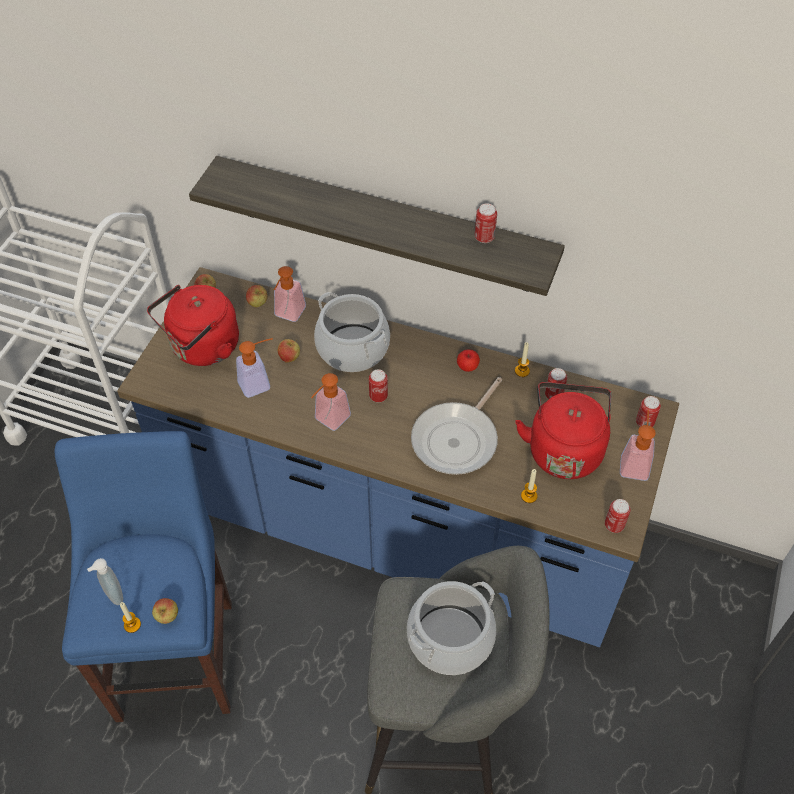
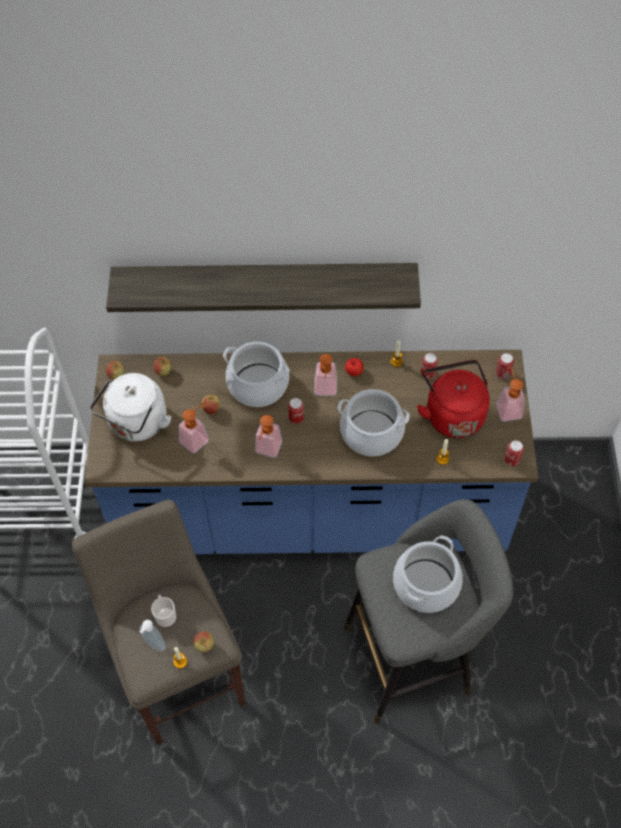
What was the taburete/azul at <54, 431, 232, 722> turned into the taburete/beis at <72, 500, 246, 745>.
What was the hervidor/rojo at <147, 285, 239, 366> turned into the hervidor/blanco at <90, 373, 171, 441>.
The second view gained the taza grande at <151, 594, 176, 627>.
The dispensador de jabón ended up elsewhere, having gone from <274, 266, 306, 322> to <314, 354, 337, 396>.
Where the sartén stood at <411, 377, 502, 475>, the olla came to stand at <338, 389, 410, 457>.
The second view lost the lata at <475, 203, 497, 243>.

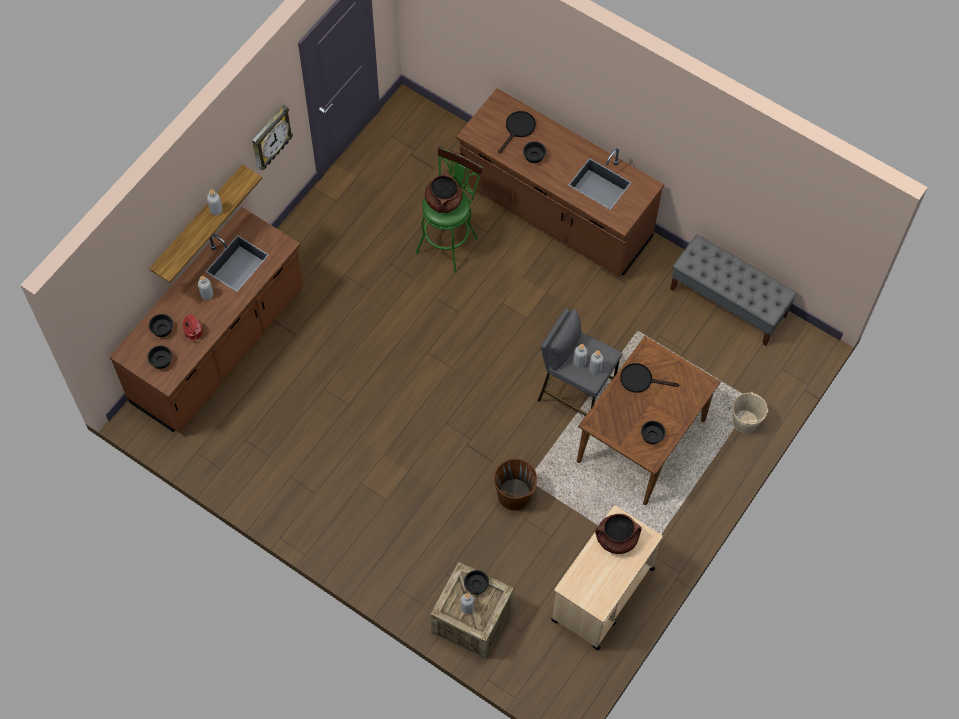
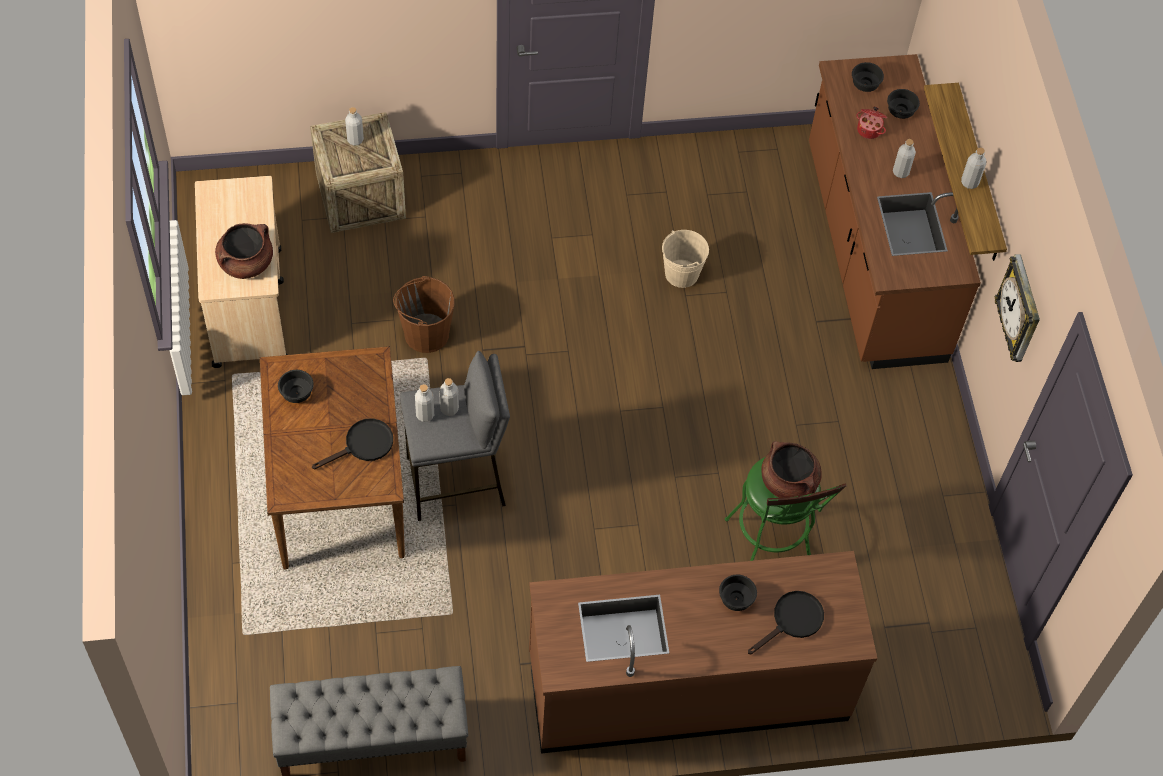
The cubo/beis ended up elsewhere, having gone from <733, 392, 768, 433> to <662, 230, 709, 288>.
The sartén/negro at <498, 111, 536, 154> ended up facing another way, 120 degrees counterclockwise from before.
The second view lost the cuenco/negro at <464, 570, 489, 595>.

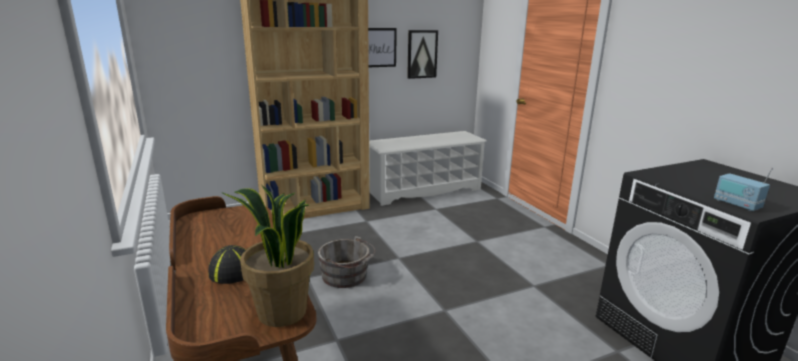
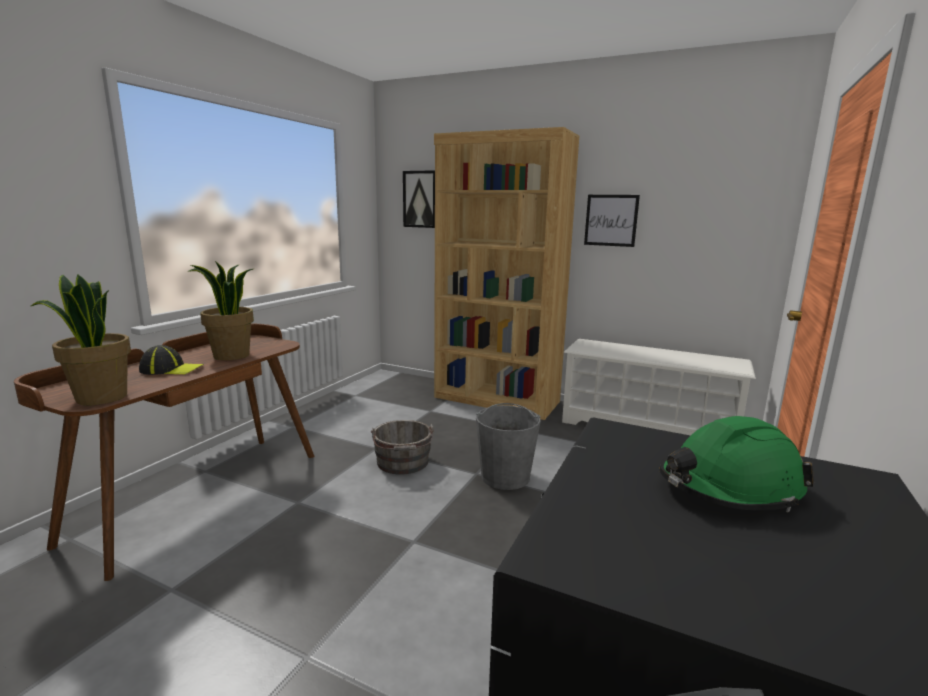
The second view gained the planta en maceta at <188, 261, 254, 360>.
The cuadro ended up elsewhere, having gone from <407, 30, 438, 79> to <403, 170, 435, 228>.
The second view gained the cubo/gris at <476, 403, 541, 490>.
The second view gained the casco/verde at <659, 416, 814, 512>.
The second view lost the radio at <714, 168, 773, 211>.

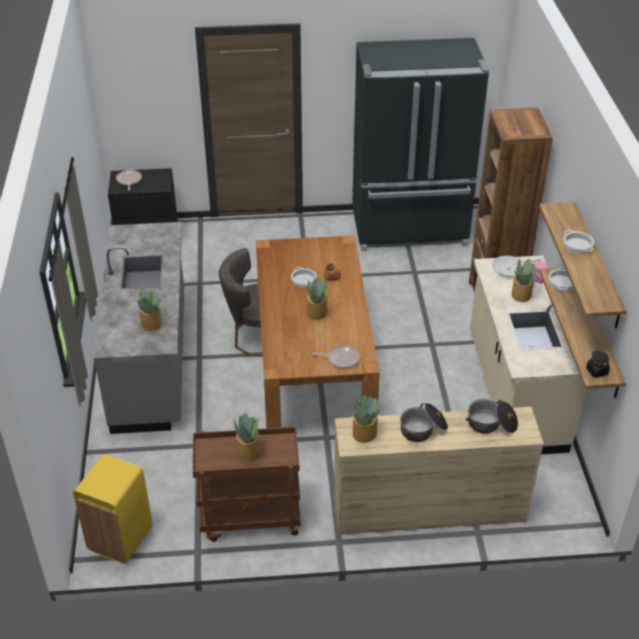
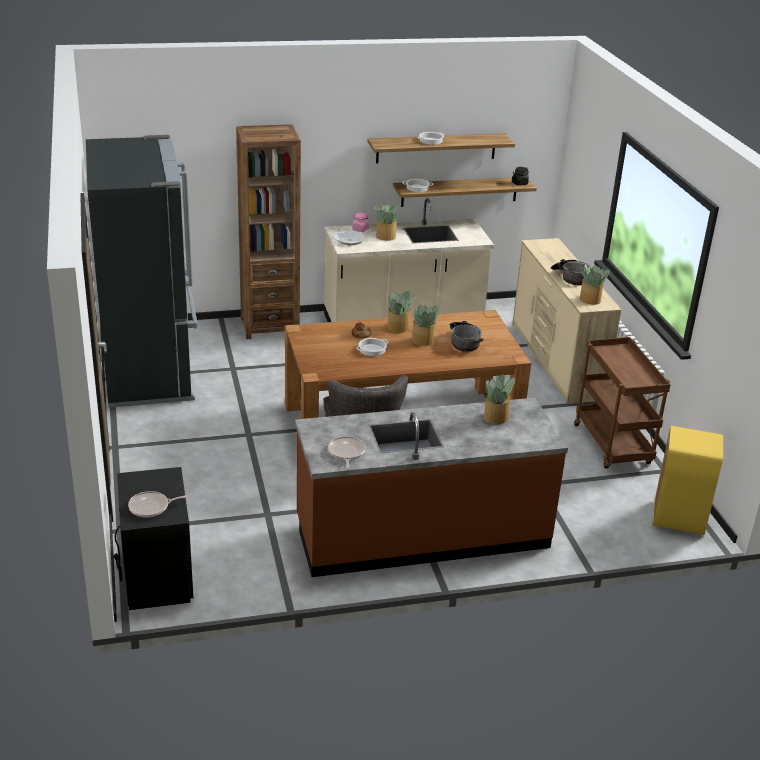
What was the mueble bajo de cocina/gris at <94, 222, 184, 434> turned into the mueble bajo de cocina/marrón at <295, 398, 568, 577>.
The sartén ended up elsewhere, having gone from <312, 345, 360, 368> to <328, 436, 366, 469>.
The planta en maceta ended up elsewhere, having gone from <233, 413, 260, 461> to <388, 291, 416, 333>.
The olla ended up elsewhere, having gone from <466, 399, 518, 434> to <449, 321, 484, 352>.

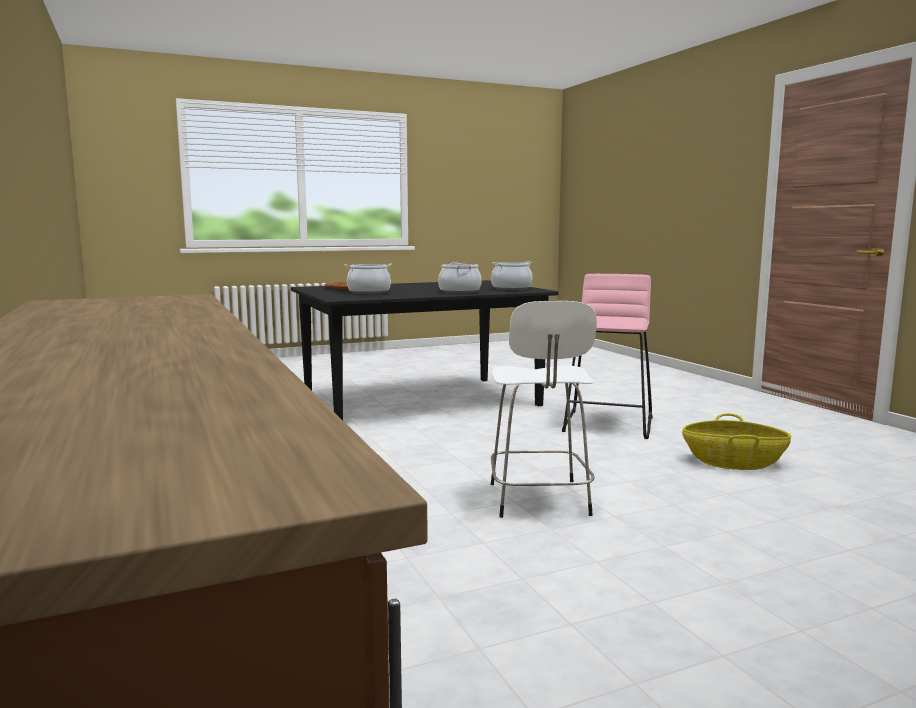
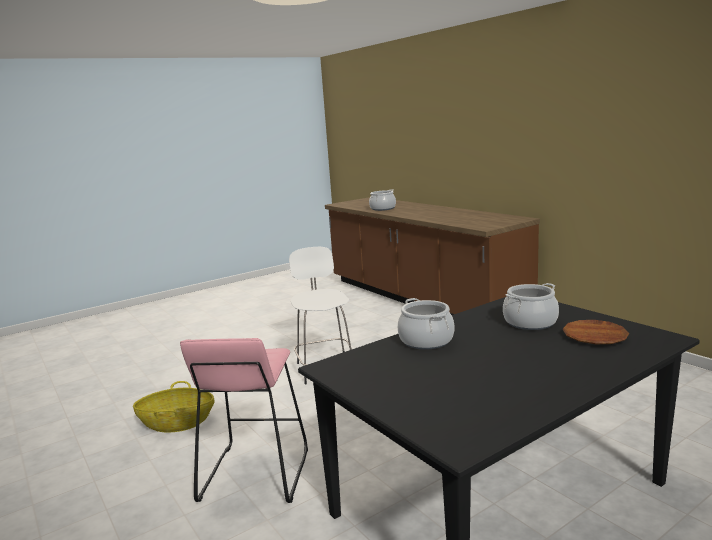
The olla ended up elsewhere, having gone from <491, 261, 532, 290> to <369, 189, 396, 211>.

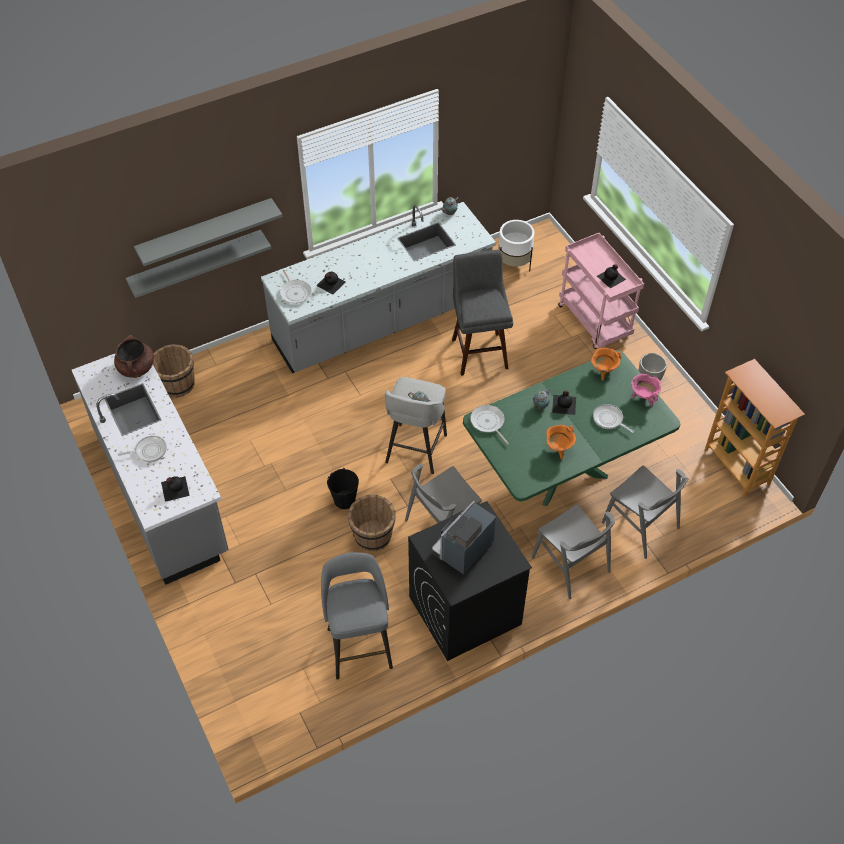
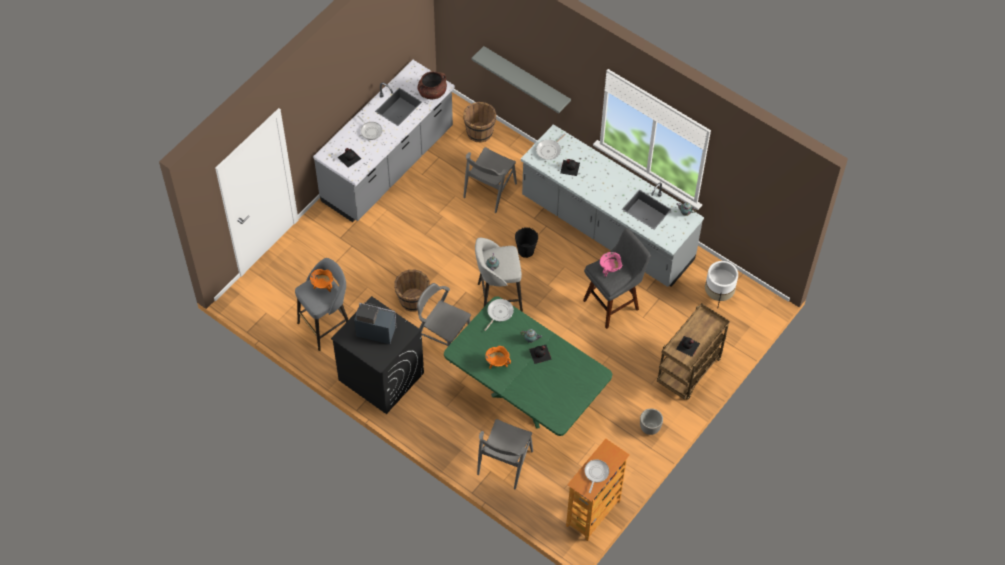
The olla/naranja ended up elsewhere, having gone from <591, 348, 621, 381> to <310, 269, 333, 292>.
The silla/gris ended up elsewhere, having gone from <532, 504, 615, 599> to <463, 147, 517, 213>.
The cubo/negro ended up elsewhere, having gone from <327, 468, 359, 509> to <515, 227, 538, 258>.
The sartén ended up elsewhere, having gone from <593, 404, 634, 433> to <584, 460, 609, 493>.
The olla/rosa ended up elsewhere, having gone from <631, 374, 661, 407> to <600, 252, 622, 277>.
What was the carrito/rosa at <558, 233, 644, 349> turned into the carrito/marrón at <657, 303, 730, 399>.
The second view lost the estante/gris at <134, 198, 282, 266>.

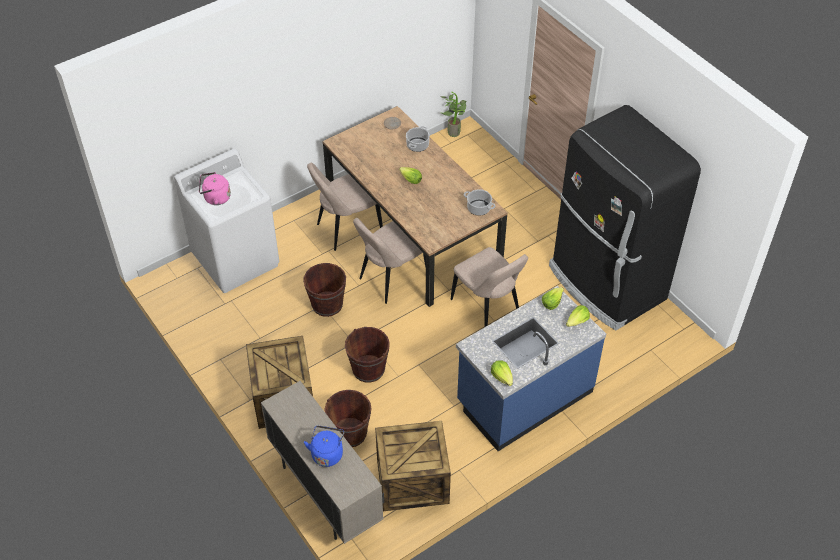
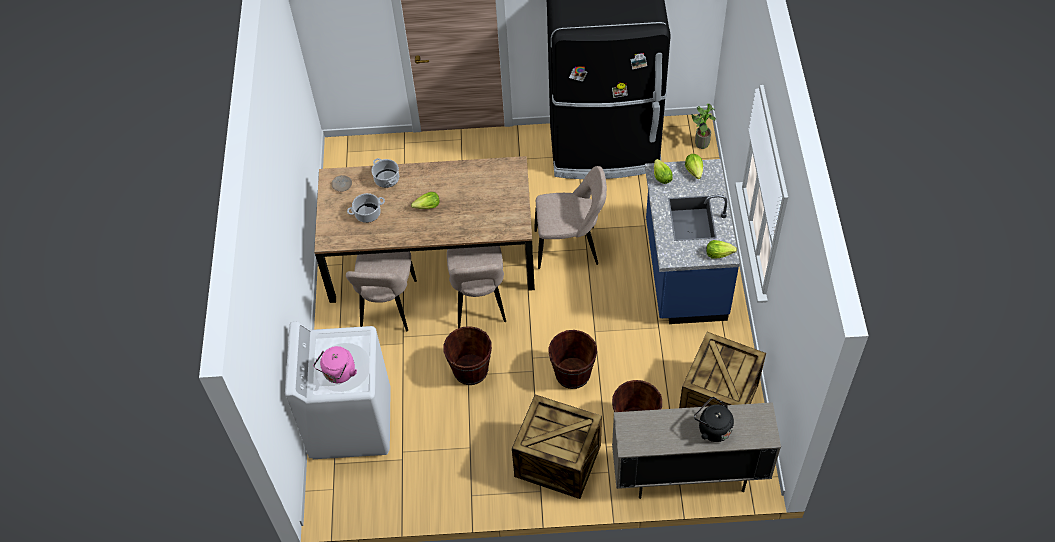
The olla ended up elsewhere, having gone from <464, 189, 495, 216> to <347, 193, 385, 223>.
The planta en maceta ended up elsewhere, having gone from <441, 92, 467, 137> to <691, 103, 716, 149>.
What was the hervidor/azul at <304, 426, 344, 467> turned into the hervidor/negro at <694, 397, 734, 442>.

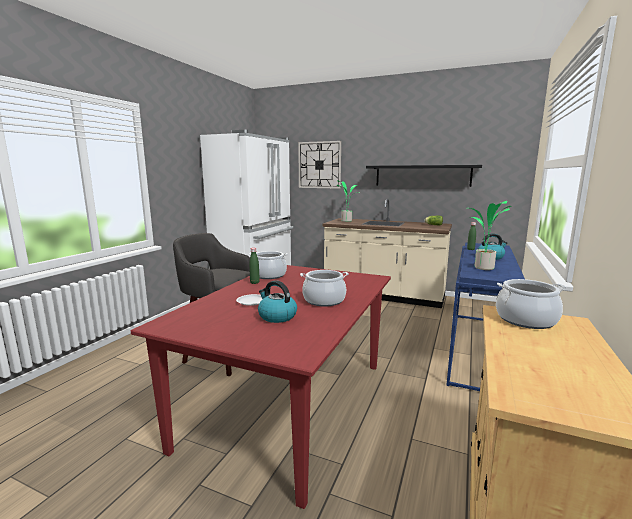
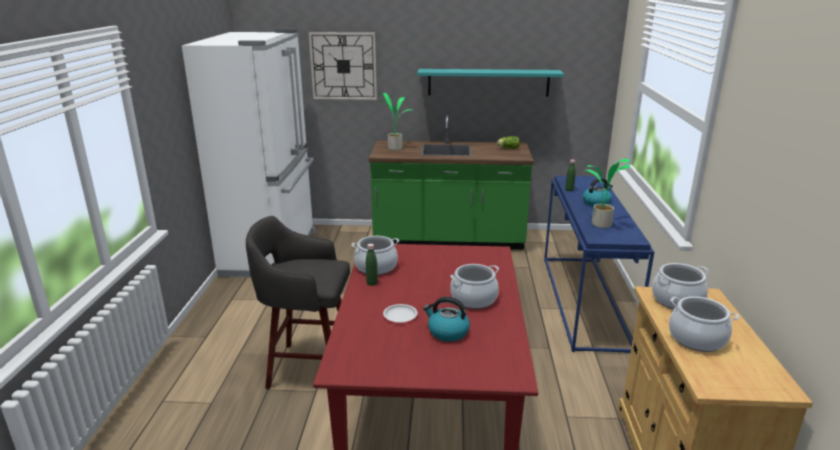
What was the mueble bajo de cocina/beis at <322, 199, 452, 308> turned into the mueble bajo de cocina/verde at <369, 115, 534, 250>.
What was the estante/negro at <366, 165, 482, 187> turned into the estante/turquesa at <417, 69, 564, 97>.
The second view gained the olla at <669, 296, 739, 352>.

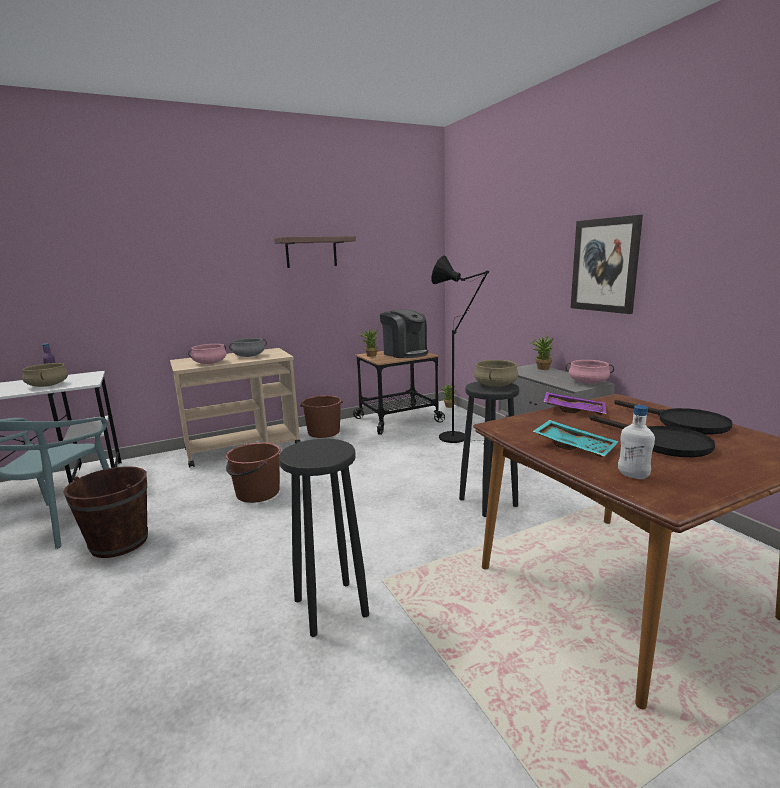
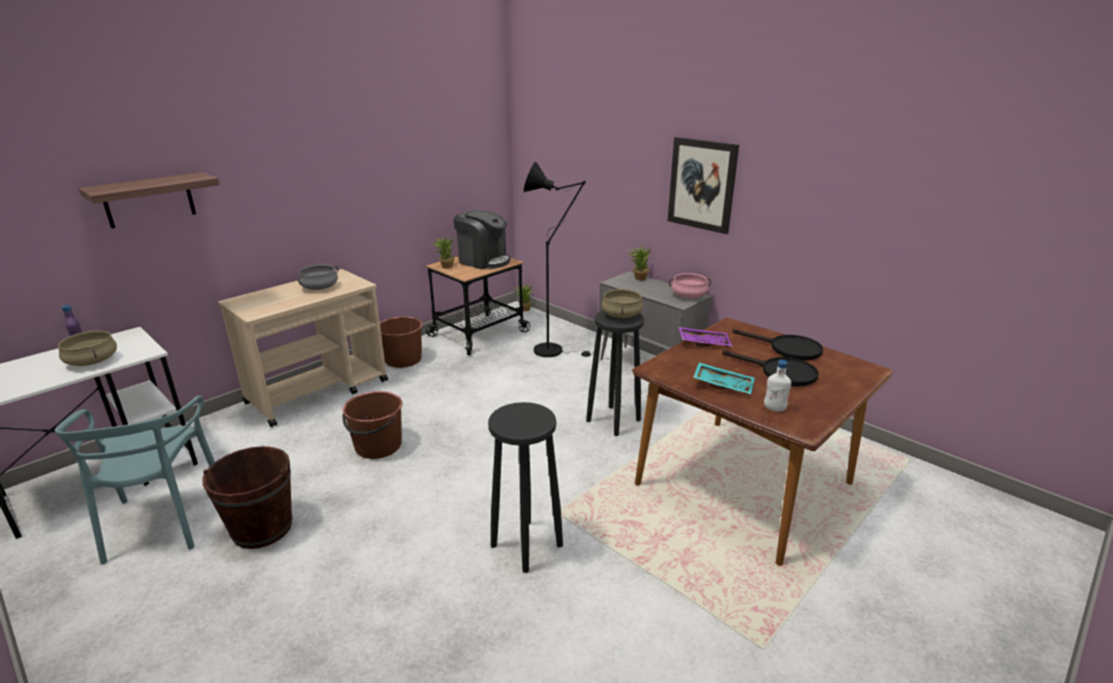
The estante ended up elsewhere, having gone from <274, 236, 356, 268> to <78, 172, 220, 229>.
The second view lost the olla/rosa at <188, 344, 226, 364>.

